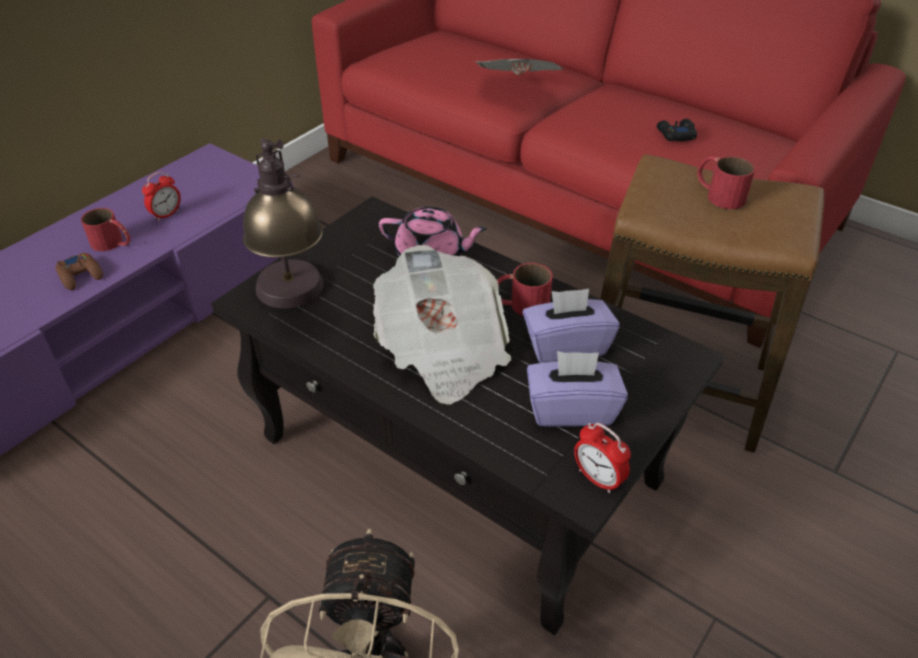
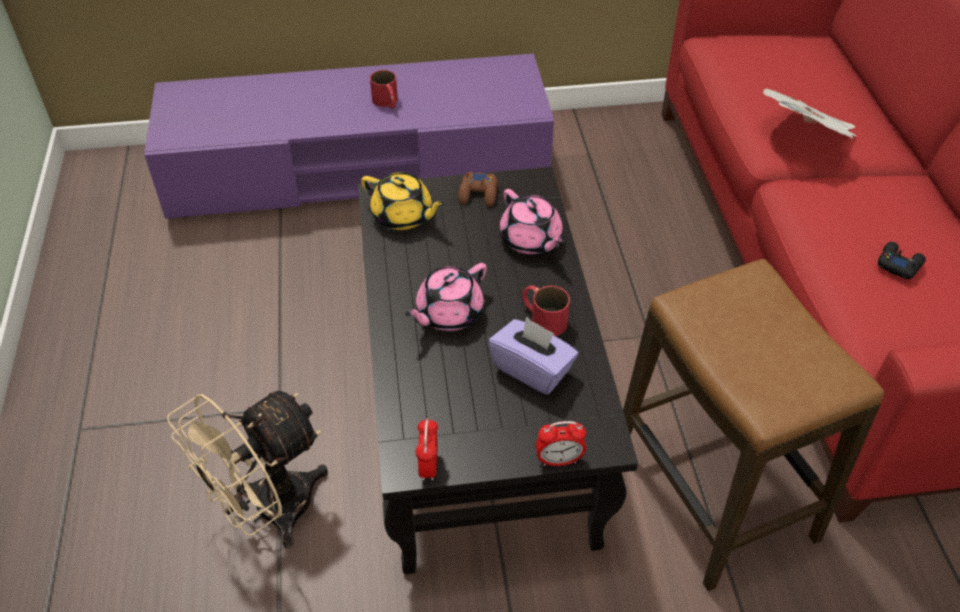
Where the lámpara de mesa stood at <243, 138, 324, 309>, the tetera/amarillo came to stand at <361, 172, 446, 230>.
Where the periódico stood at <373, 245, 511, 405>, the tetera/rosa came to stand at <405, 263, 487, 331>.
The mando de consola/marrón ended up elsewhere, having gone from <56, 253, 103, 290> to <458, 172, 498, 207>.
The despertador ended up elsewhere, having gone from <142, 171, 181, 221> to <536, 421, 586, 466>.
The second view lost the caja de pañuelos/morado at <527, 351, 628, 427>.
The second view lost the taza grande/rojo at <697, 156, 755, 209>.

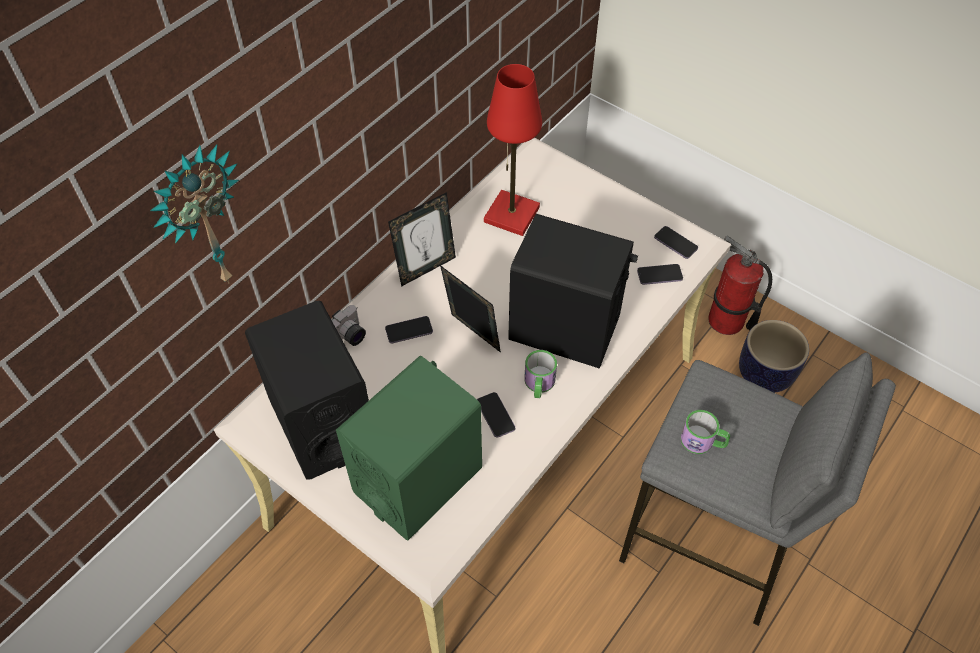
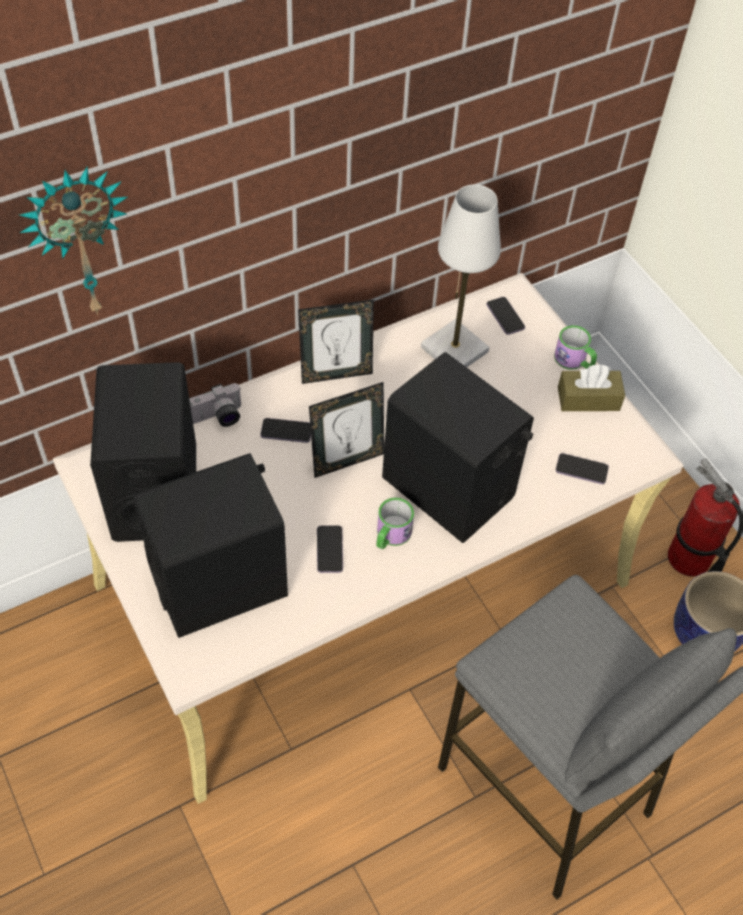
What was the altavoz/verde at <336, 356, 482, 541> turned into the altavoz/negro at <133, 453, 288, 638>.
The portarretratos at <440, 265, 501, 353> ended up facing another way, 90 degrees clockwise from before.
What was the lámpara de mesa/rojo at <484, 64, 542, 236> turned into the lámpara de mesa/blanco at <421, 184, 501, 367>.
The móvil ended up elsewhere, having gone from <654, 226, 698, 259> to <487, 297, 525, 335>.
The taza grande ended up elsewhere, having gone from <681, 410, 730, 454> to <554, 325, 597, 370>.
The second view gained the caja de pañuelos/marrón at <558, 364, 625, 411>.

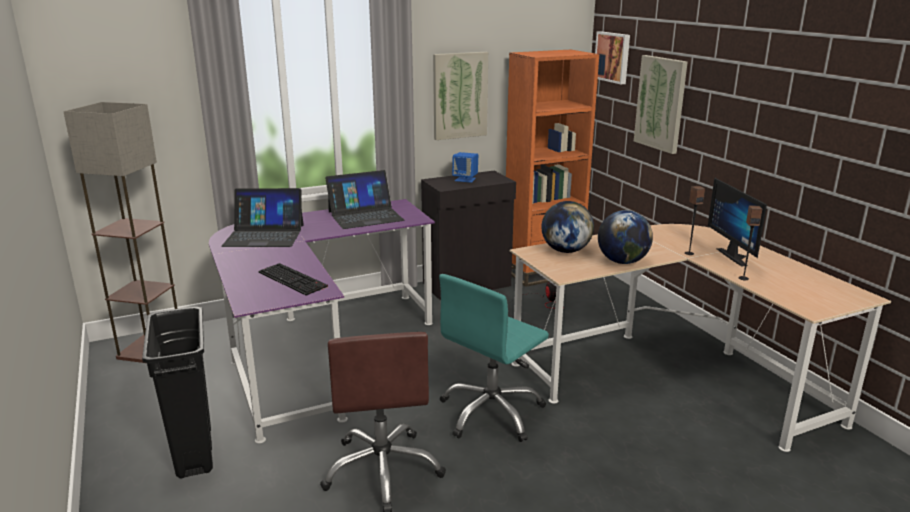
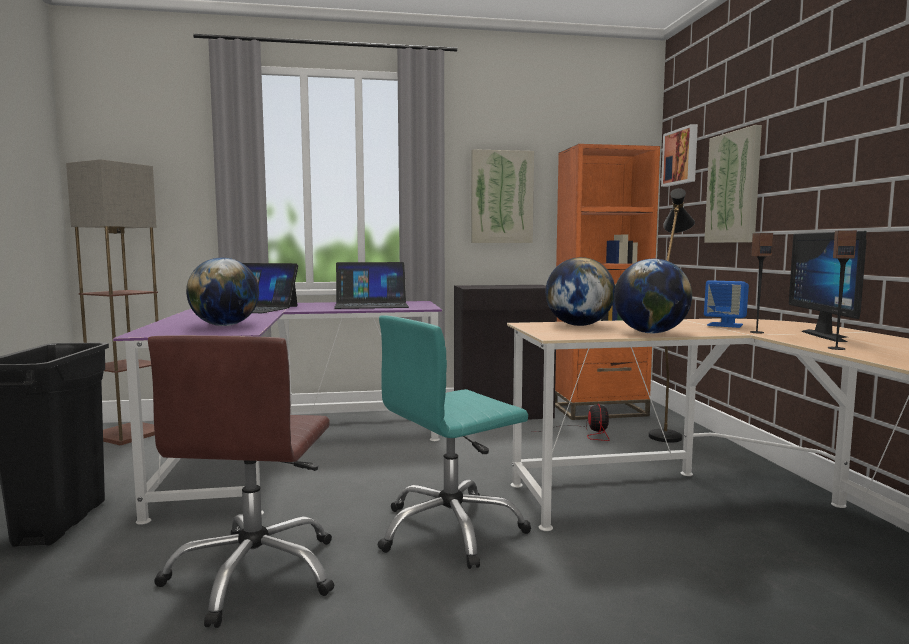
Where the teclado stood at <258, 263, 328, 296>, the globo terráqueo came to stand at <186, 257, 259, 326>.
The second view gained the lámpara de pie/negro at <649, 188, 695, 443>.
The altavoz/azul ended up elsewhere, having gone from <452, 152, 478, 183> to <704, 280, 749, 328>.

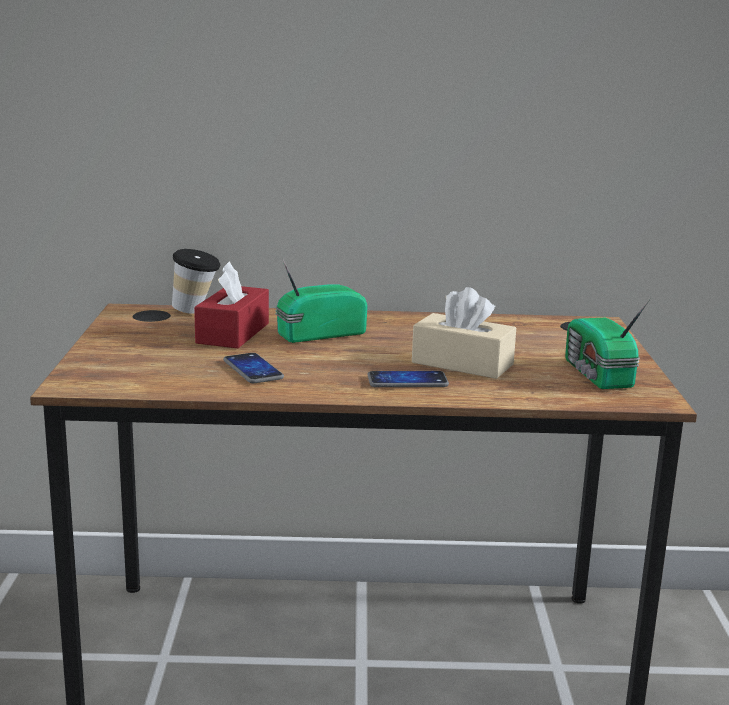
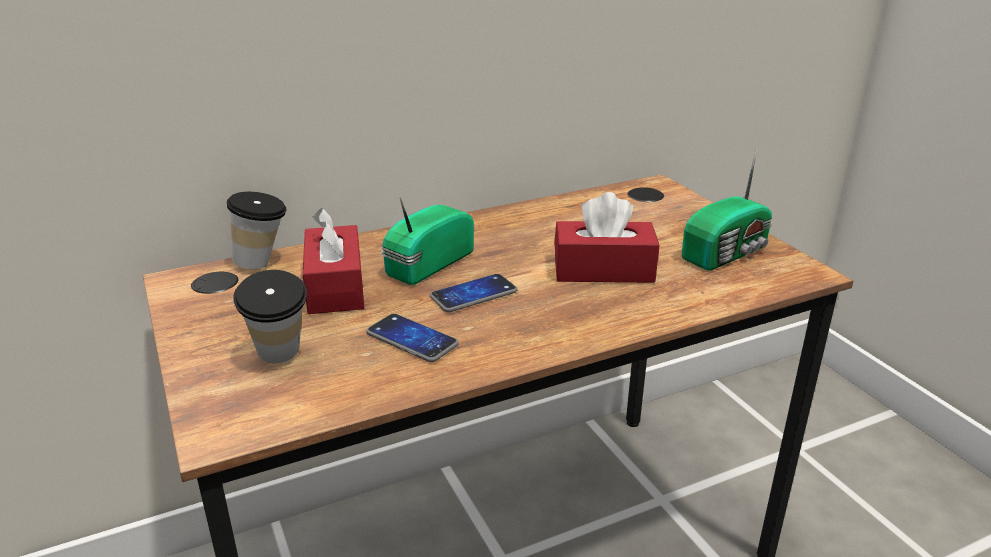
The second view gained the taza at <233, 270, 307, 363>.
The móvil ended up elsewhere, having gone from <367, 371, 449, 387> to <430, 274, 517, 312>.
What was the caja de pañuelos/beis at <412, 287, 516, 379> turned into the caja de pañuelos/rojo at <554, 192, 659, 283>.
The radio at <565, 298, 651, 389> ended up facing another way, 90 degrees counterclockwise from before.

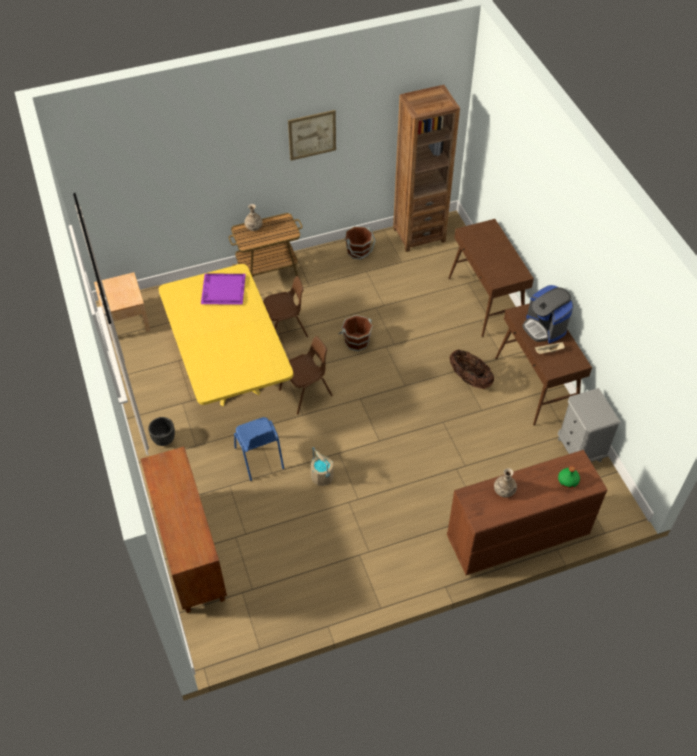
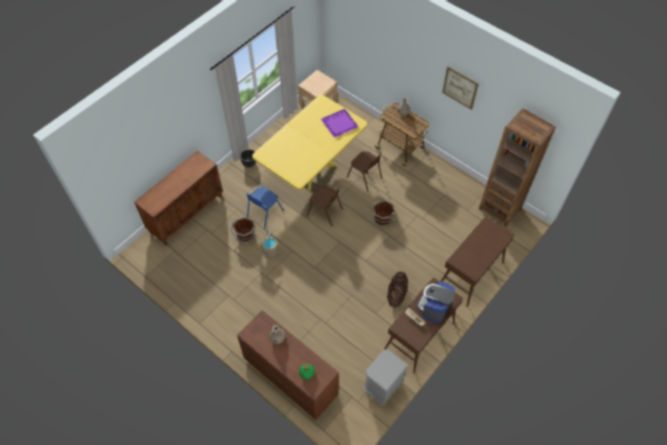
The cubo/marrón ended up elsewhere, having gone from <345, 226, 376, 259> to <231, 217, 255, 243>.

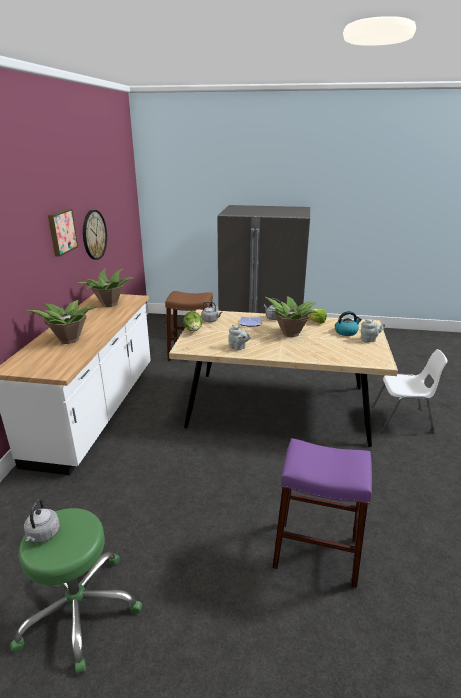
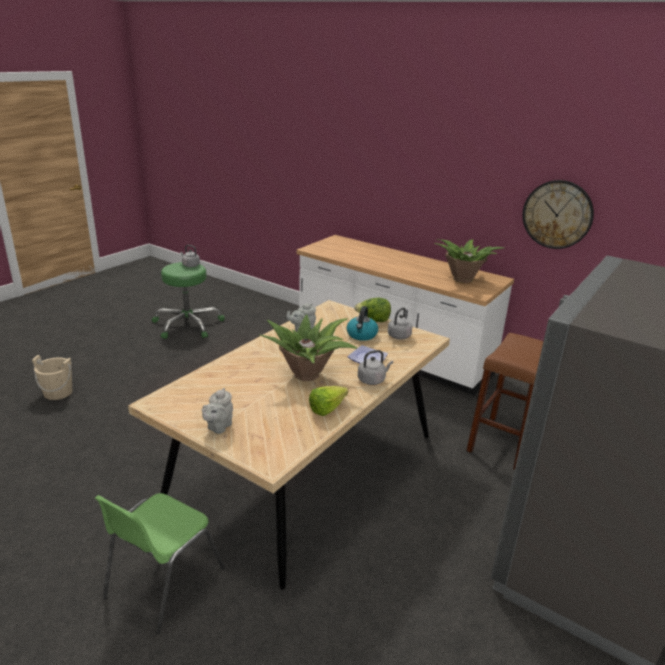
The second view gained the cubo/beis at <32, 355, 72, 400>.
What was the silla/blanco at <372, 349, 448, 434> turned into the silla/verde at <95, 493, 225, 634>.
The hervidor ended up elsewhere, having gone from <335, 311, 362, 336> to <347, 306, 378, 341>.
The second view lost the planta en maceta at <26, 300, 98, 344>.
The second view lost the cuadro at <48, 209, 78, 257>.
The second view lost the taburete/morado at <272, 438, 372, 588>.

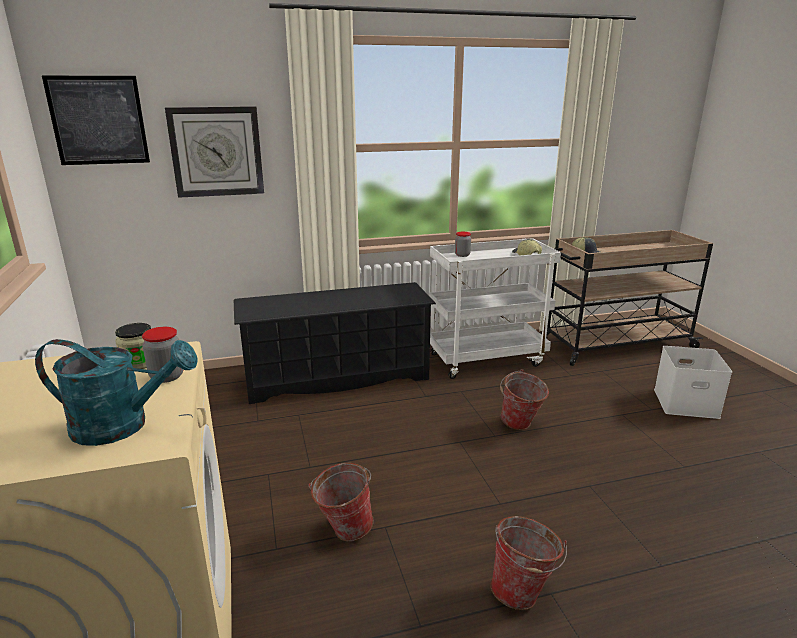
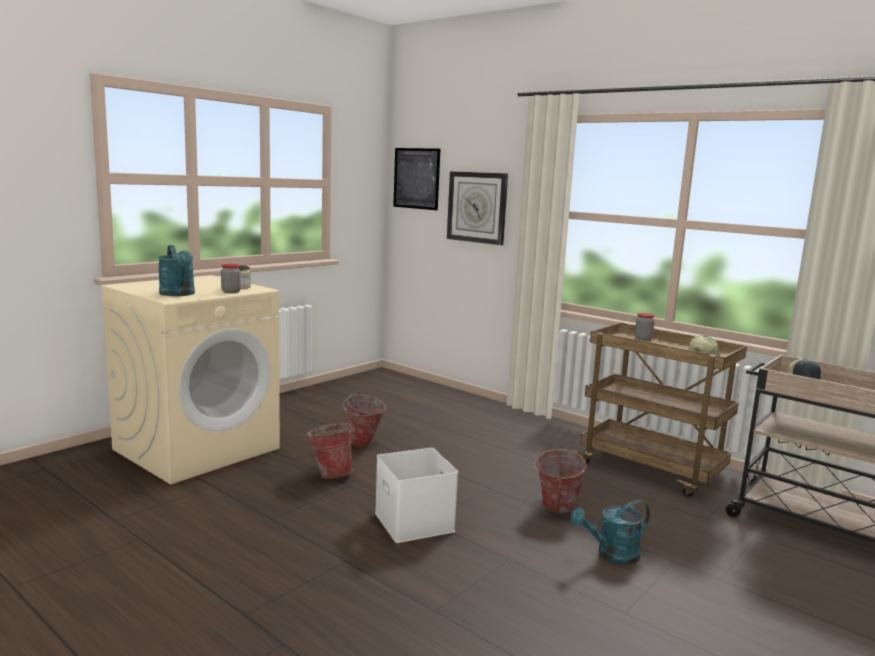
The cubo ended up elsewhere, having gone from <490, 516, 567, 610> to <343, 392, 386, 447>.
The caja de almacenaje/blanco ended up elsewhere, having gone from <654, 346, 732, 419> to <375, 448, 458, 543>.
The second view gained the regadera/turquesa at <570, 500, 650, 565>.
What was the carrito/blanco at <429, 238, 561, 379> turned into the carrito/marrón at <580, 323, 747, 497>.
The second view lost the zapatero/negro at <234, 282, 436, 404>.

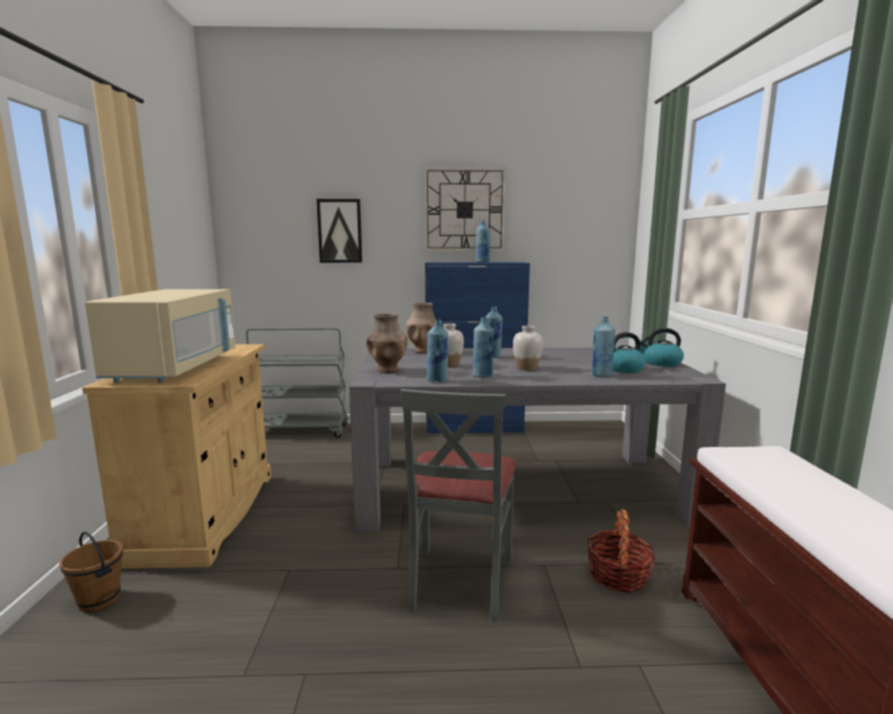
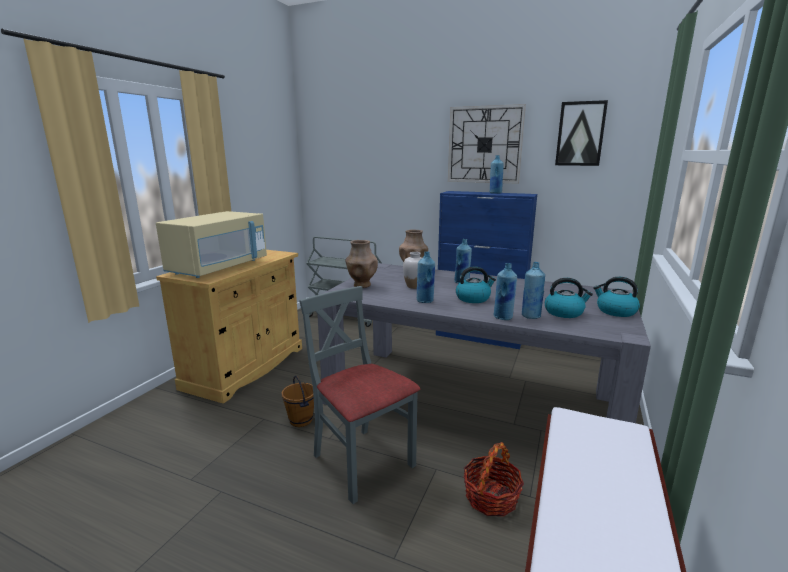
The cubo/marrón ended up elsewhere, having gone from <59, 532, 123, 612> to <281, 376, 314, 427>.
The silla/gris at <400, 389, 517, 623> ended up facing another way, 105 degrees clockwise from before.
Where the florero/blanco stood at <513, 325, 543, 370>, the hervidor came to stand at <456, 267, 496, 303>.
The botella/azul ended up elsewhere, having gone from <427, 320, 449, 382> to <494, 263, 517, 320>.
The cuadro ended up elsewhere, having gone from <317, 199, 362, 263> to <555, 100, 608, 166>.

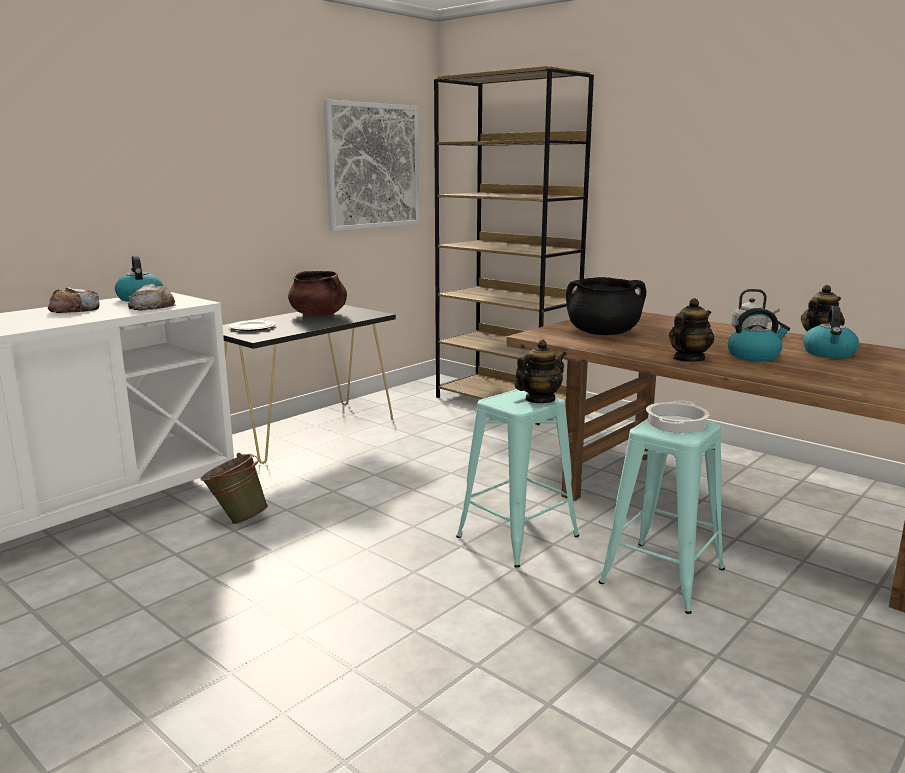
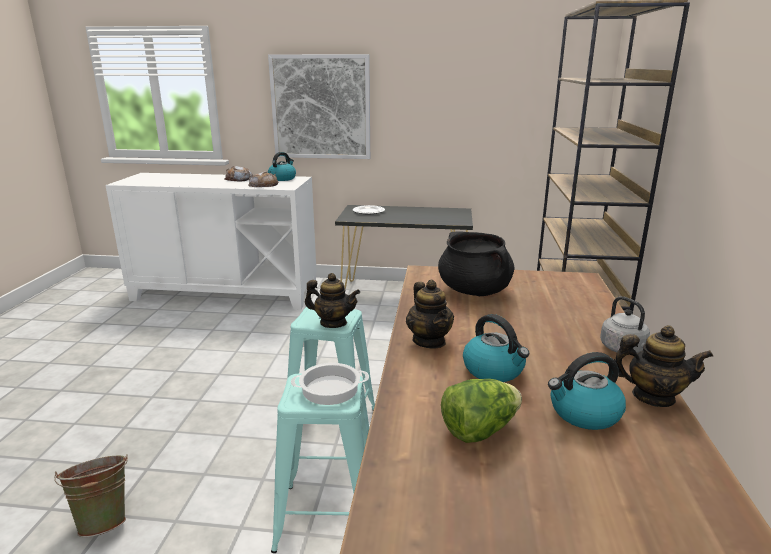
The cubo/verde ended up elsewhere, having gone from <201, 453, 268, 524> to <54, 454, 128, 537>.
The cuadro ended up elsewhere, having gone from <323, 99, 419, 231> to <268, 54, 370, 159>.
The tetera at <669, 298, 714, 362> ended up facing another way, 60 degrees clockwise from before.
The second view gained the lechuga at <441, 379, 522, 443>.
The second view lost the olla/marrón at <288, 271, 347, 317>.

